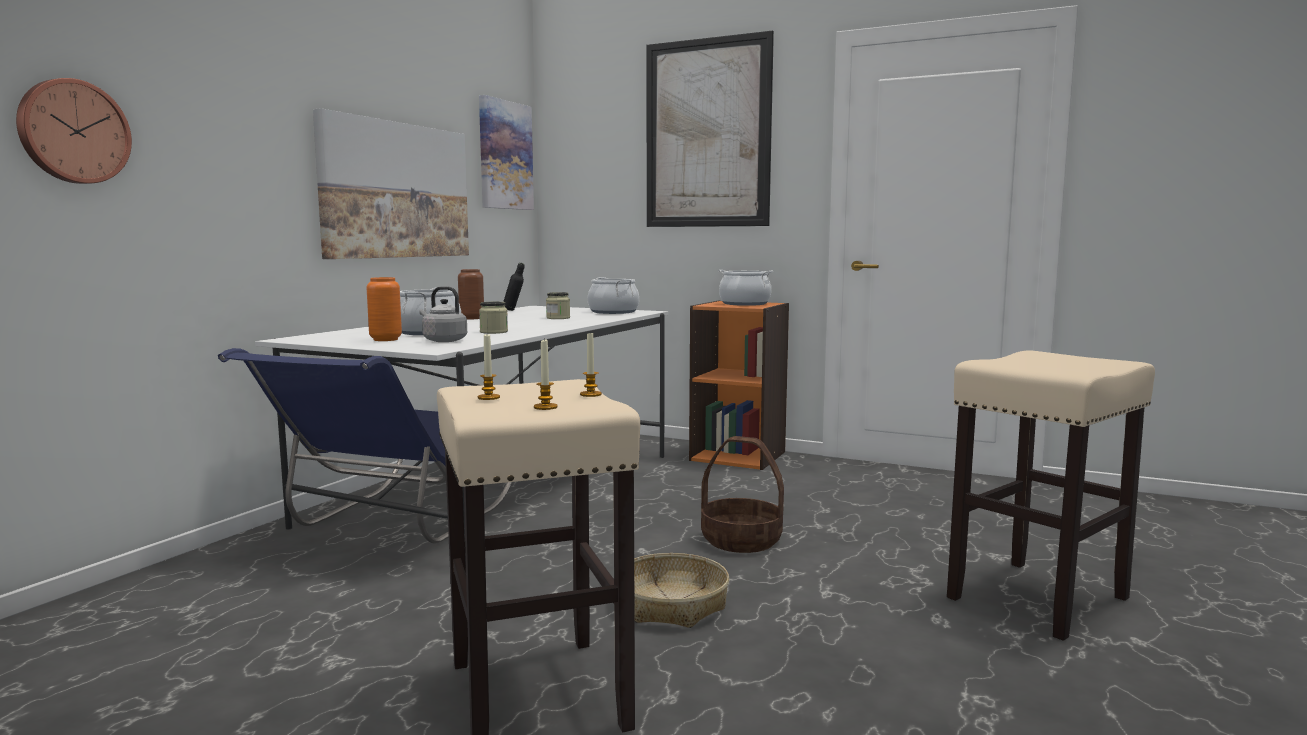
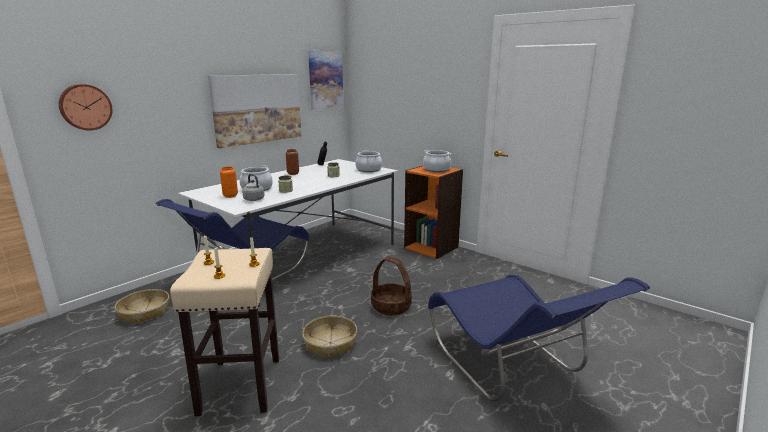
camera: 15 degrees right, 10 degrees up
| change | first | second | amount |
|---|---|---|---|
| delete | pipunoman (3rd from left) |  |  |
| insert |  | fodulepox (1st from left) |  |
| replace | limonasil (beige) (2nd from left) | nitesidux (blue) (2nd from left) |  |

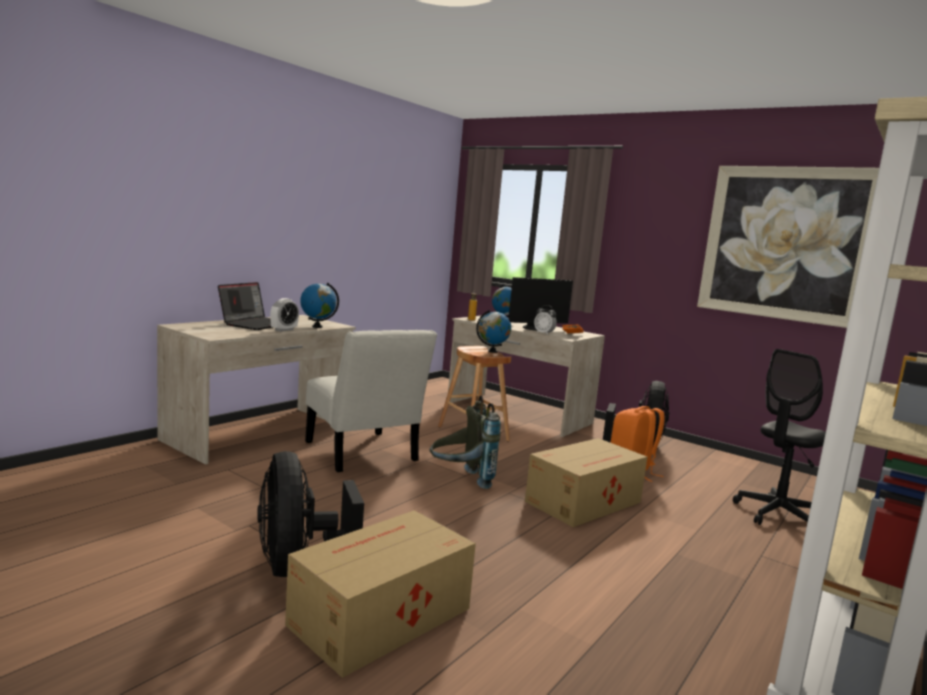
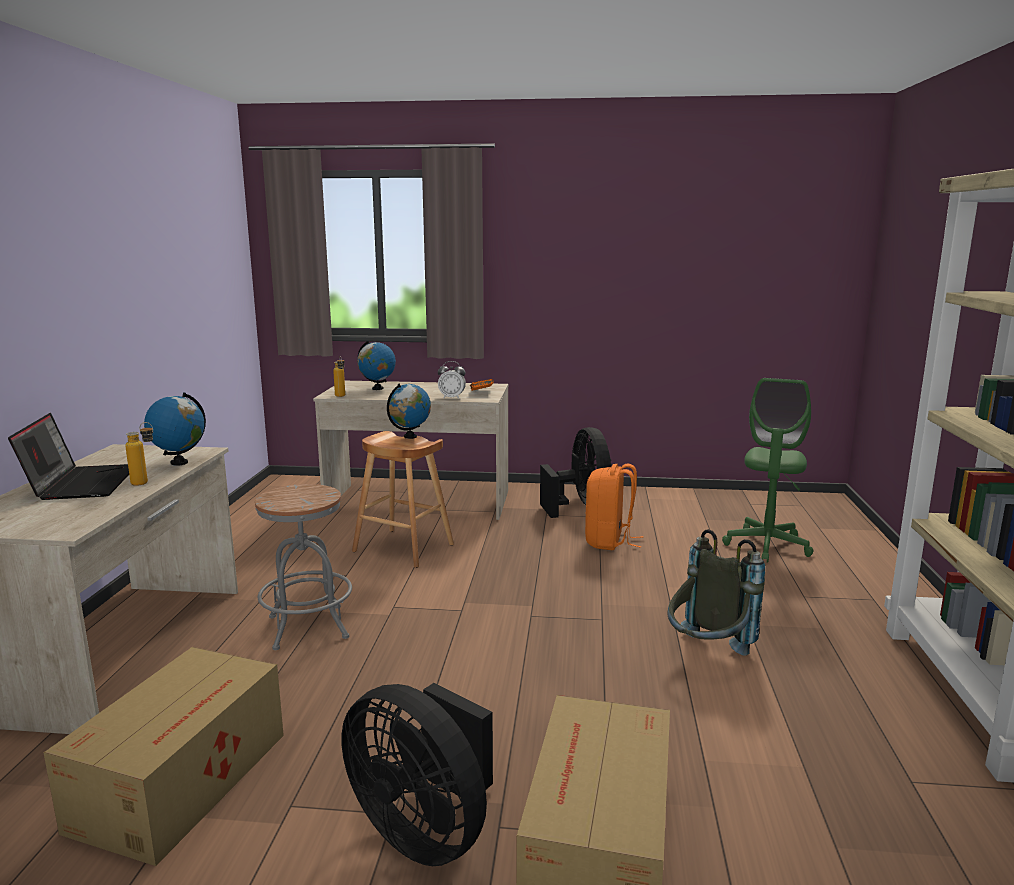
camera: 30 degrees left, 5 degrees up
| change | first | second | amount |
|---|---|---|---|
| delete | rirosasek |  |  |
| delete | pipunoman |  |  |
| move | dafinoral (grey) |  |  |
| move | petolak (2nd from left in the first image) | petolak (1st from left) |  |
| replace | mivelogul (1st from left) | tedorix (1st from left) |  |
| replace | nitesidux (white) | limonasil (grey) |  |
| recolor | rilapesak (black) | rilapesak (green) |  |

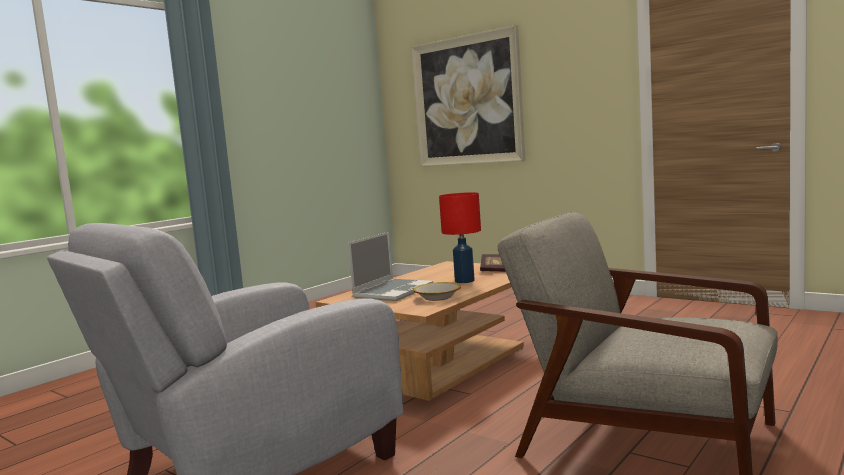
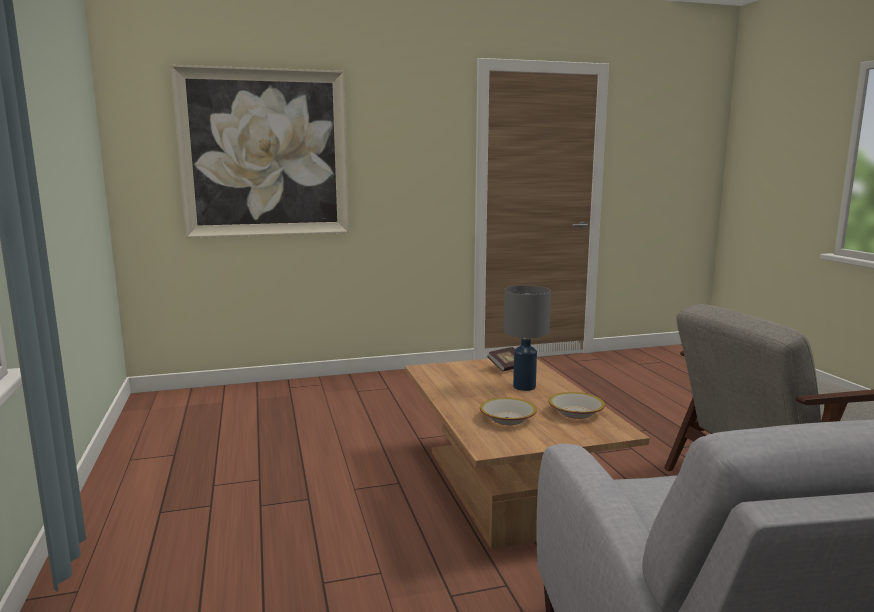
camera: 55 degrees left, 5 degrees up
| change | first | second | amount |
|---|---|---|---|
| replace | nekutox | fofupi (1st from left) |  |
| recolor | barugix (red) | barugix (grey) |  |

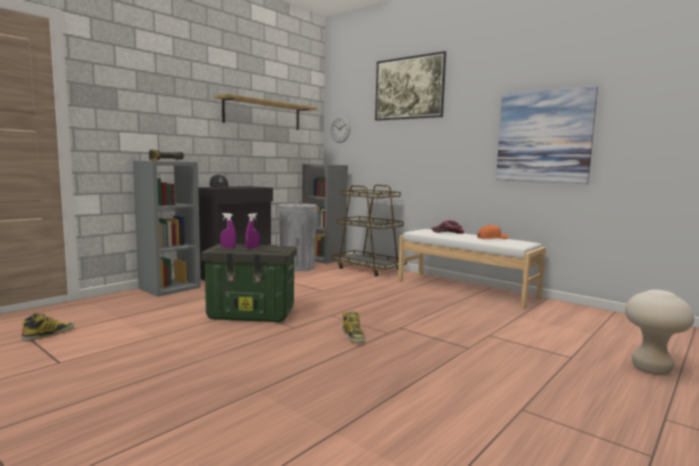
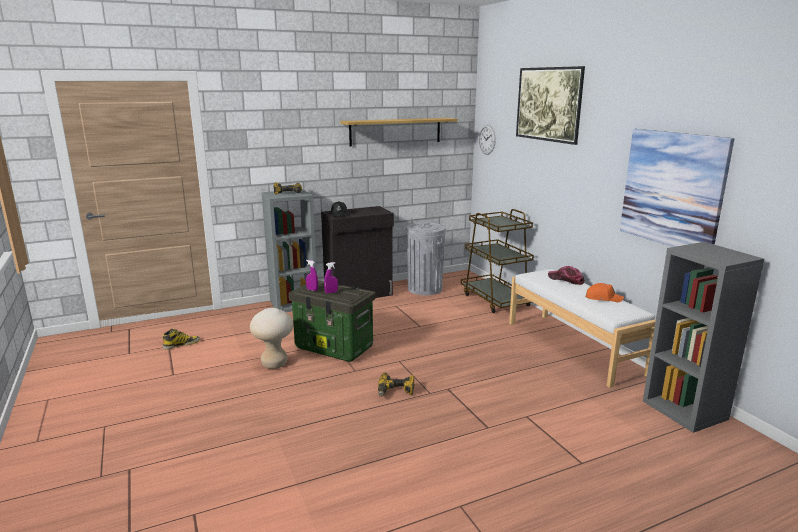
camera: 25 degrees right, 10 degrees up
| change | first | second | amount |
|---|---|---|---|
| move | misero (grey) (2nd from left) |  |  |
| move | limonasil (beige) |  |  |
| replace | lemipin (2nd from left) | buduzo (2nd from left) |  |

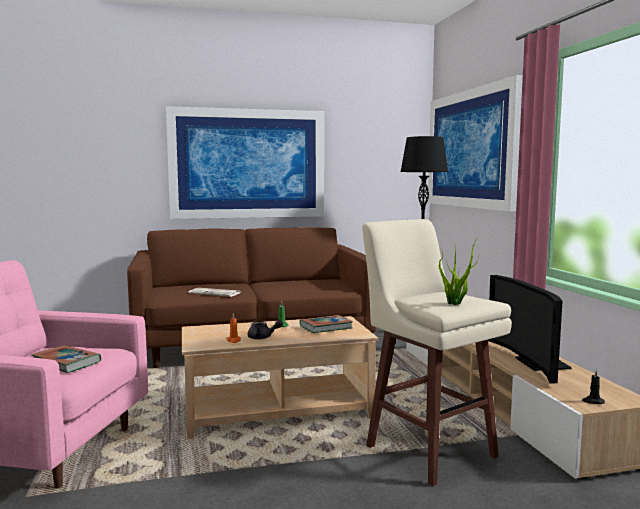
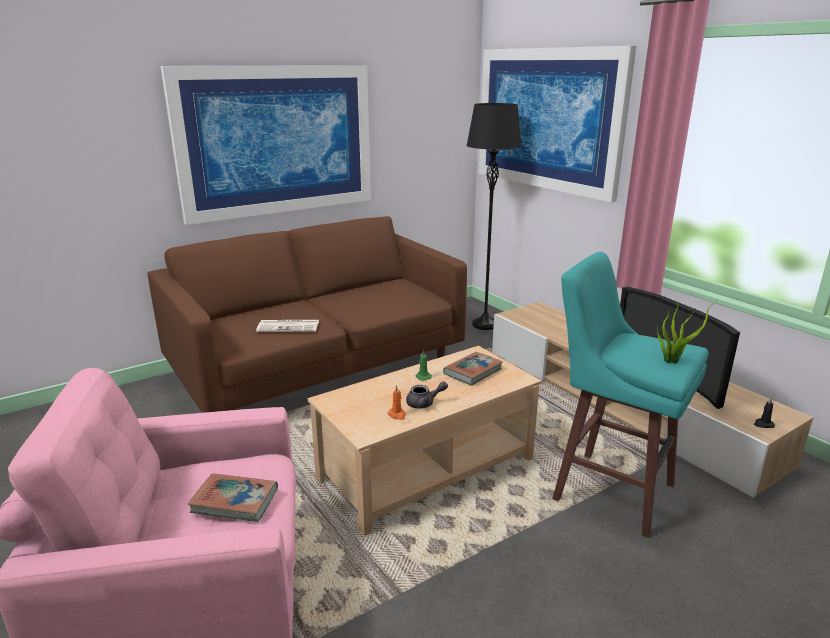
camera: 20 degrees left, 15 degrees up
| change | first | second | amount |
|---|---|---|---|
| recolor | limonasil (beige) | limonasil (turquoise) |  |

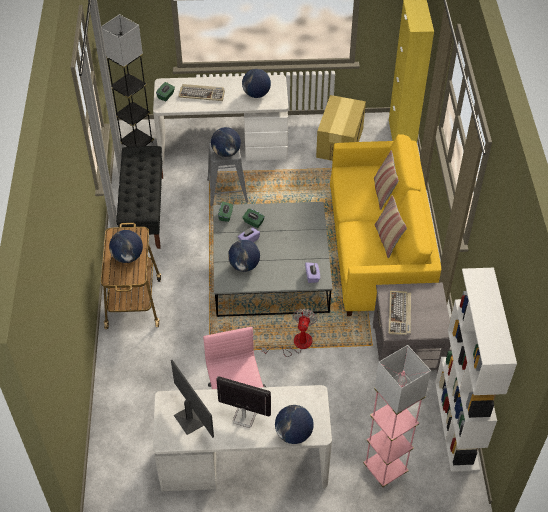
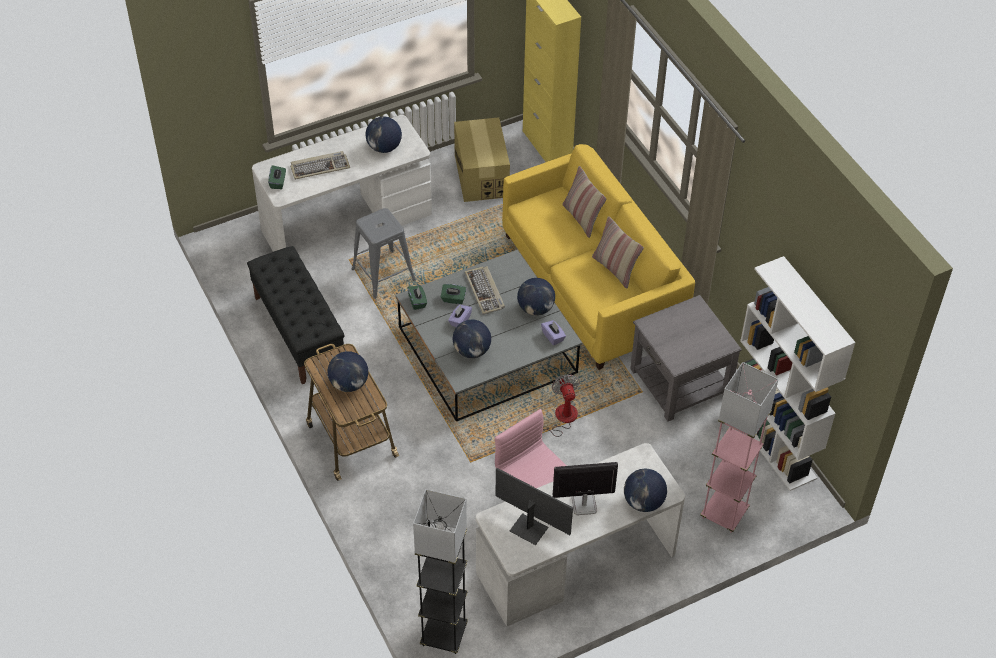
camera: 25 degrees left, 0 degrees up
| change | first | second | amount |
|---|---|---|---|
| move | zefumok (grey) |  |  |
| move | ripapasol (2nd from left in the first image) | ripapasol (4th from left) |  |
| move | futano (2nd from left) |  |  |

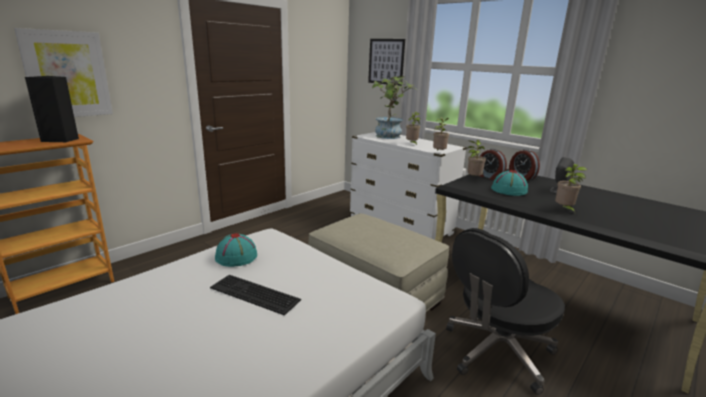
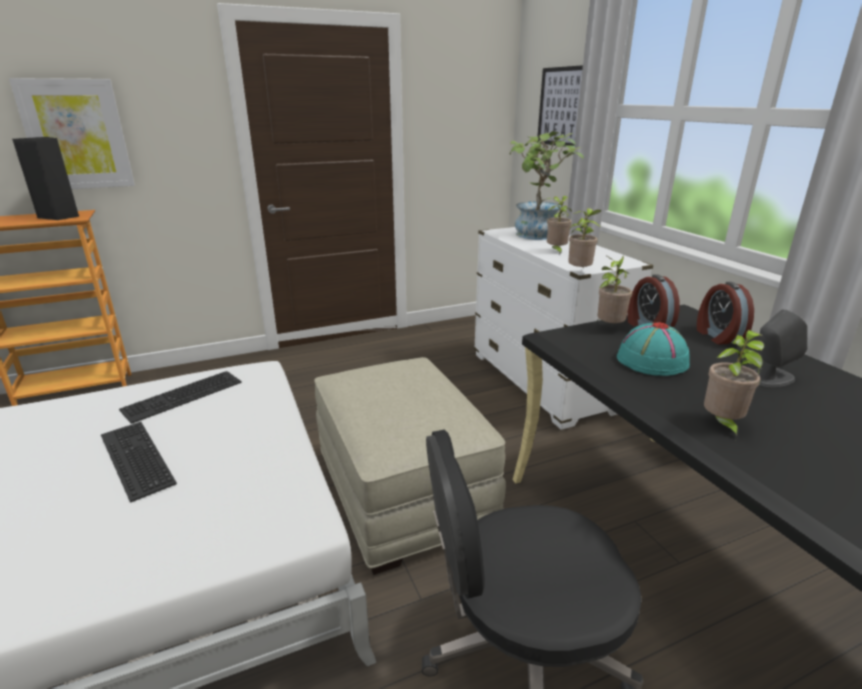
camera: 25 degrees right, 5 degrees up
| change | first | second | amount |
|---|---|---|---|
| replace | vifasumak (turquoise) (1st from left) | futano (2nd from left) |  |

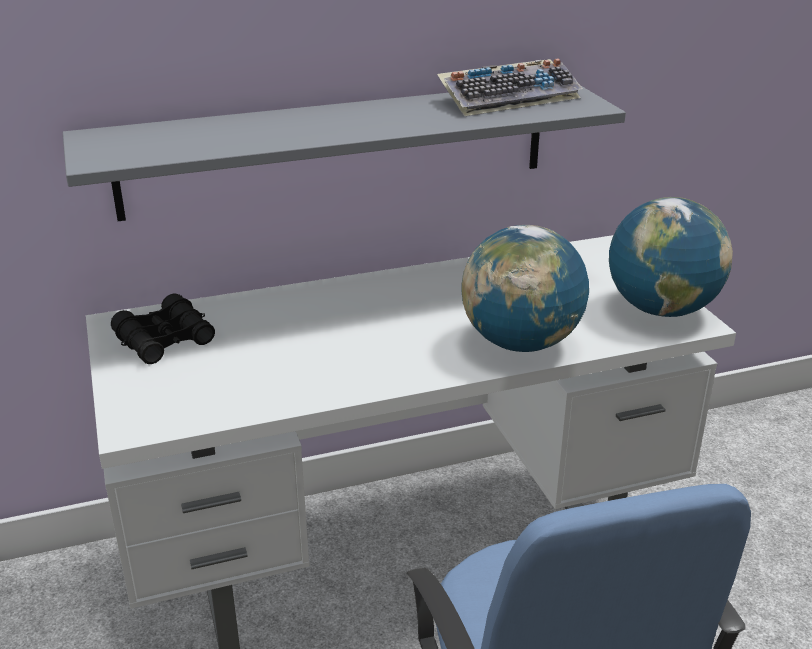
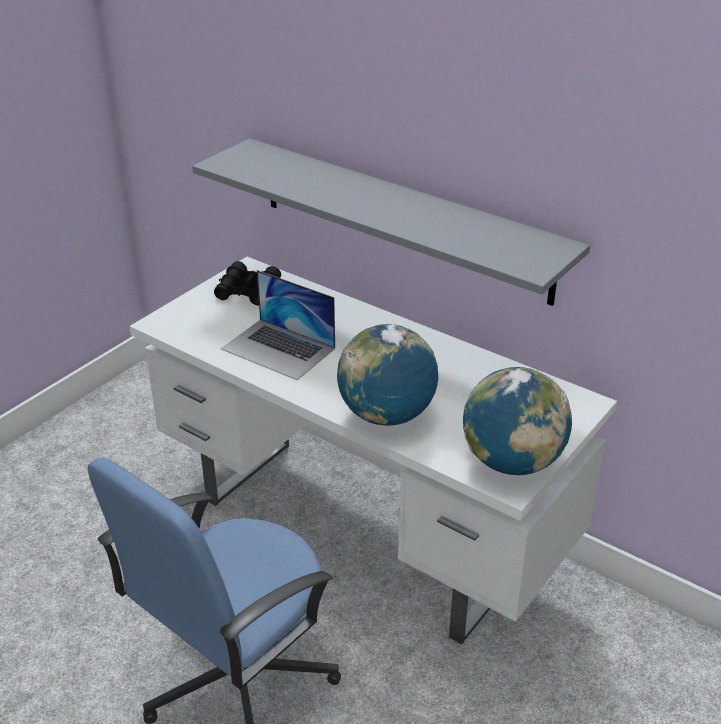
camera: 55 degrees right, 5 degrees up
| change | first | second | amount |
|---|---|---|---|
| delete | futano |  |  |
| insert |  | nekutox |  |

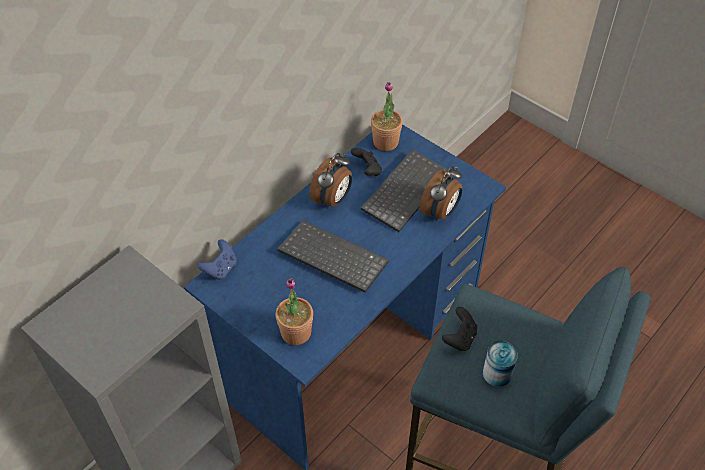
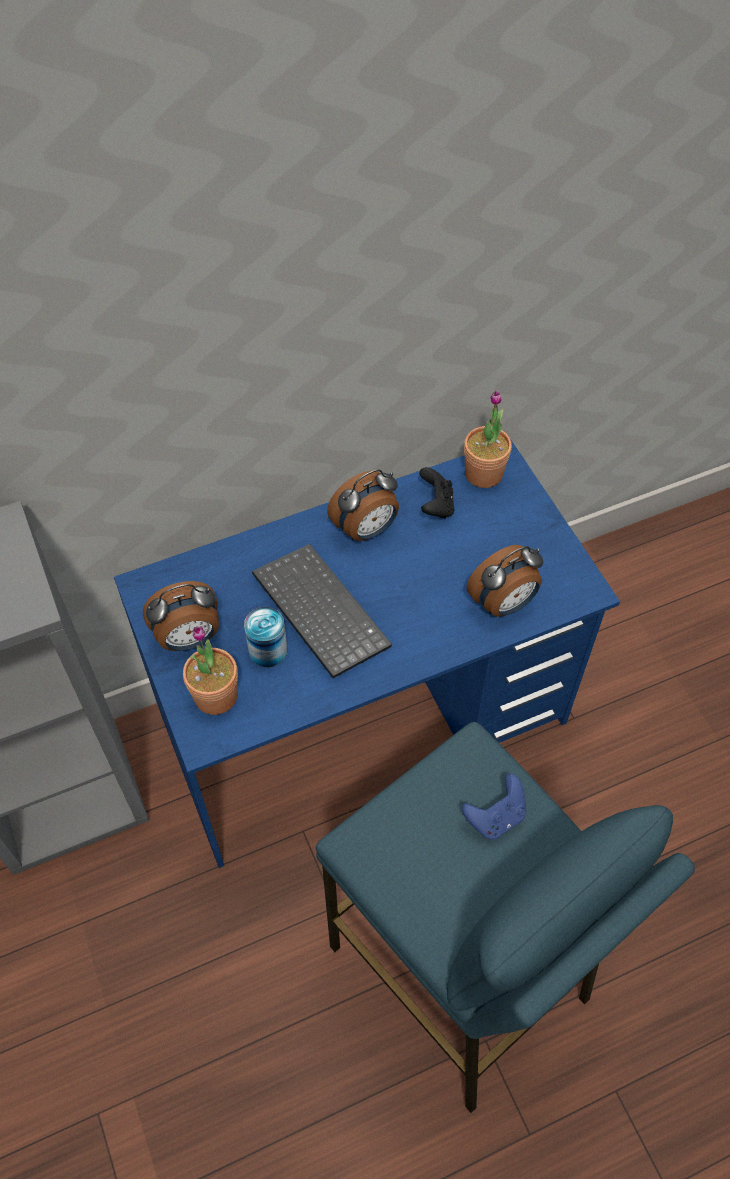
camera: 25 degrees right, 5 degrees up
| change | first | second | amount |
|---|---|---|---|
| delete | futano (2nd from left) |  |  |
| delete | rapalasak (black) (2nd from left) |  |  |
| insert |  | mivelogul (1st from left) |  |
| move | rapalasak (blue) |  |  |
| move | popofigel |  |  |

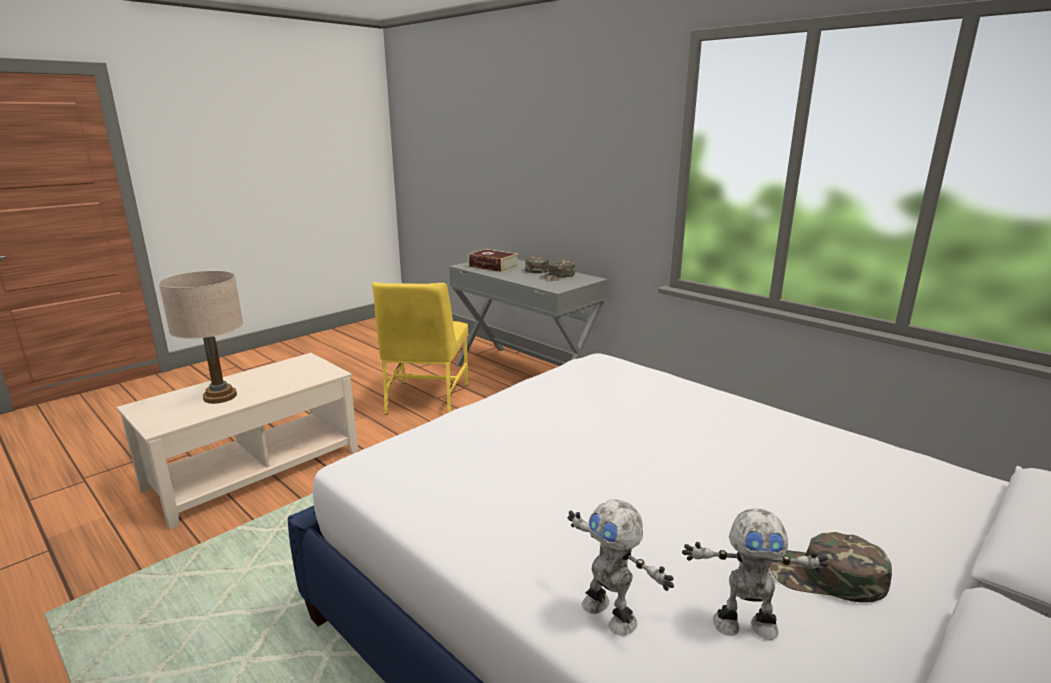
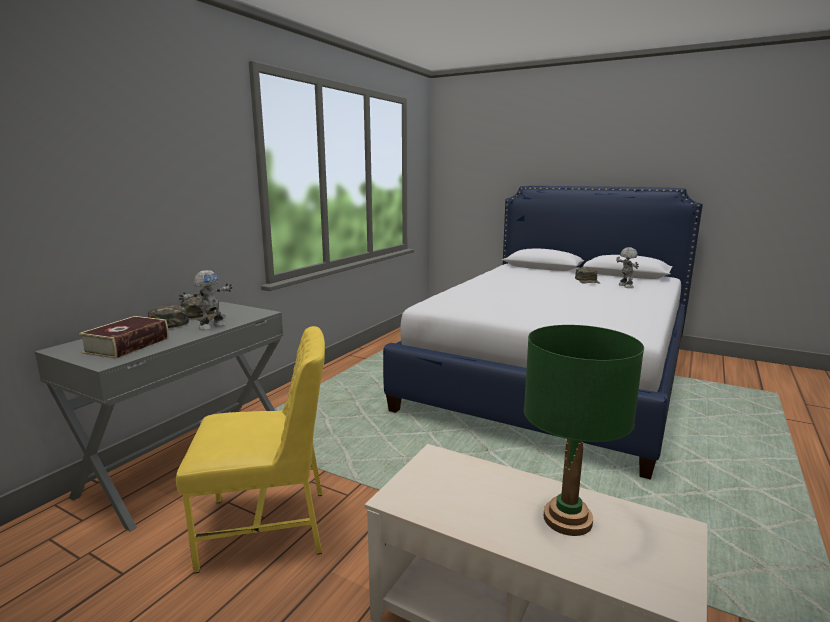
camera: 105 degrees left, 5 degrees down
| change | first | second | amount |
|---|---|---|---|
| move | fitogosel (1st from left) |  |  |
| recolor | barugix (beige) | barugix (green) |  |

